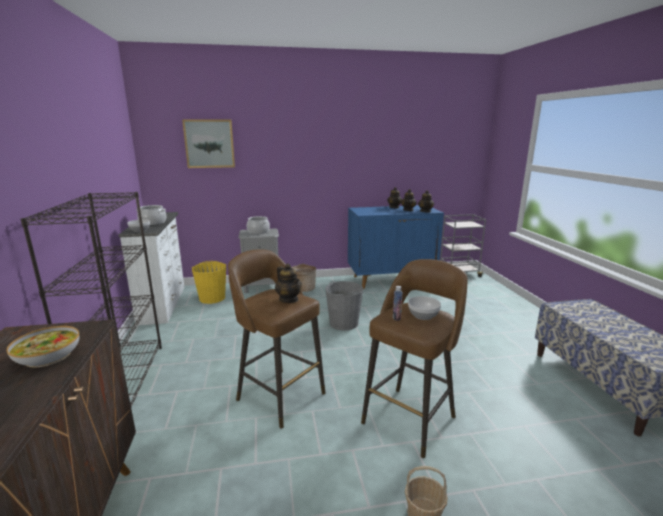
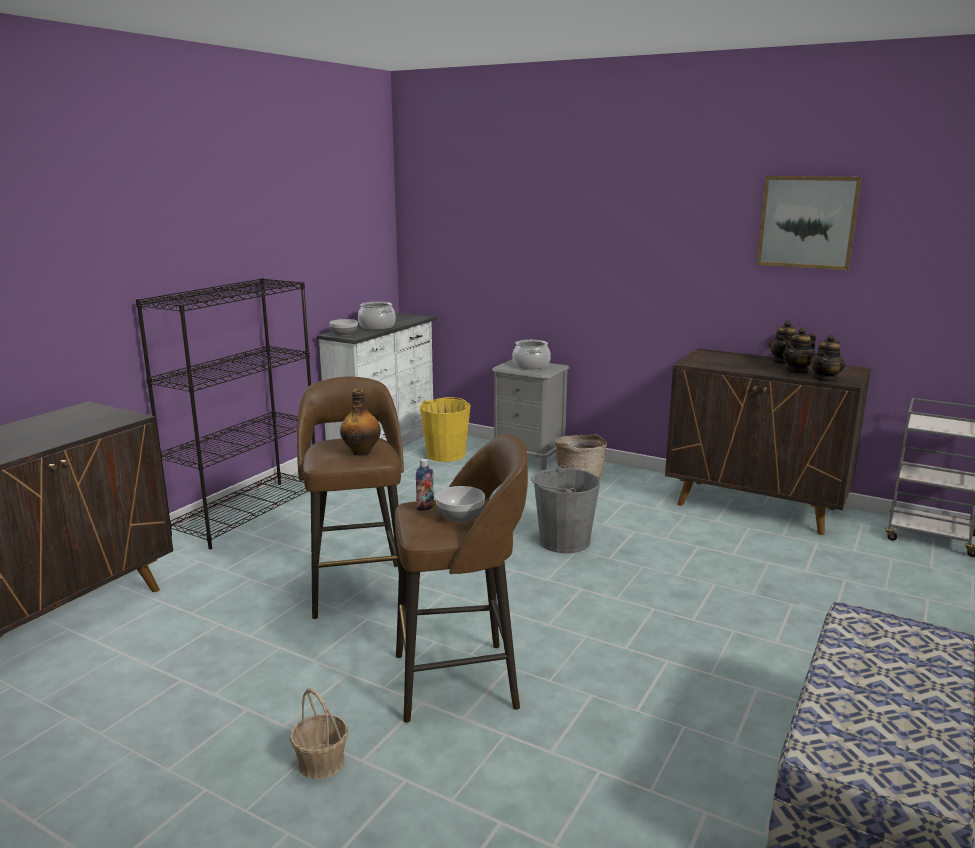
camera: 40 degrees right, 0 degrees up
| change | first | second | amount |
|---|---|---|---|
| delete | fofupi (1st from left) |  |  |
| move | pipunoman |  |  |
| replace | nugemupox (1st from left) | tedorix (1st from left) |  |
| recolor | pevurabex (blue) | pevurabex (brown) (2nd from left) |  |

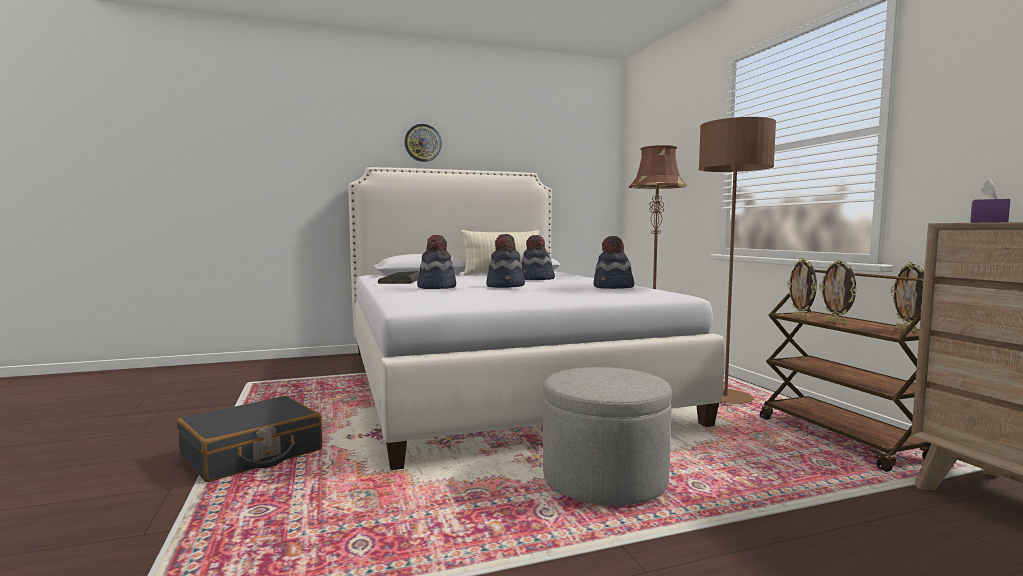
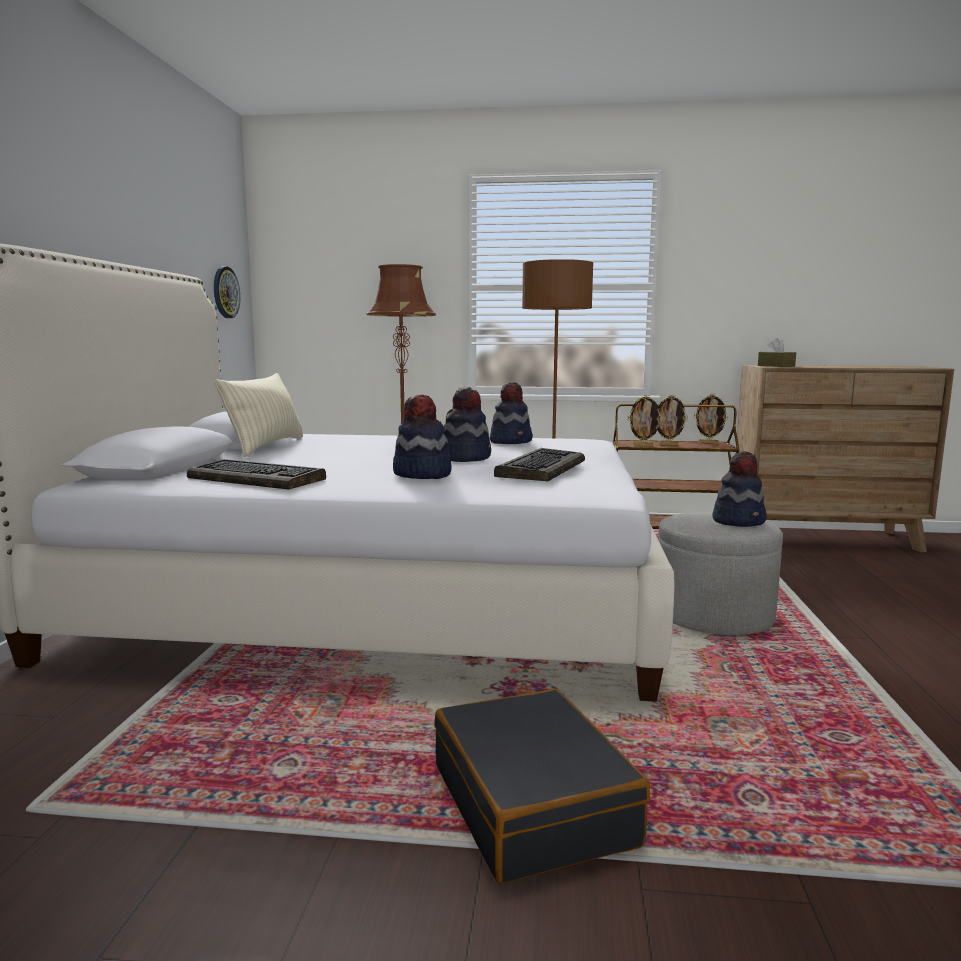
camera: 65 degrees left, 5 degrees up
| change | first | second | amount |
|---|---|---|---|
| insert |  | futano (2nd from left) |  |
| move | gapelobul |  |  |
| move | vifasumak (3rd from left in the first image) | vifasumak (4th from left) |  |
| recolor | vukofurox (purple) | vukofurox (brown) |  |

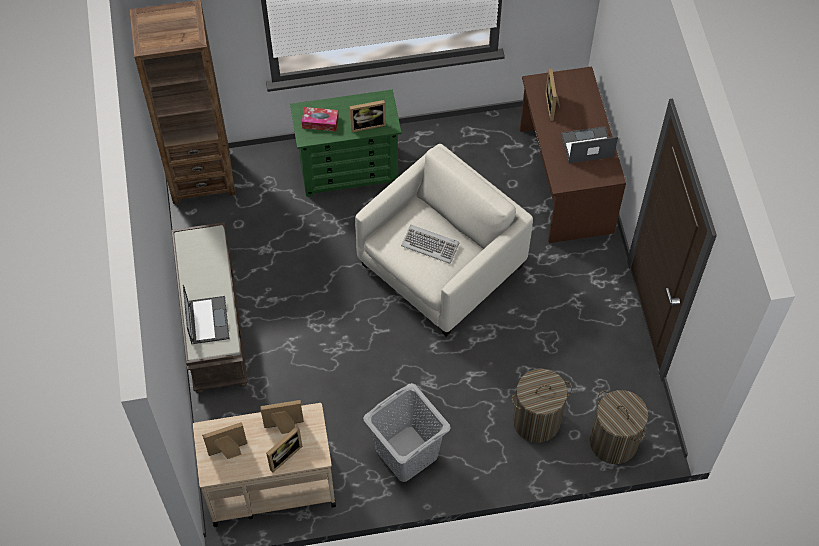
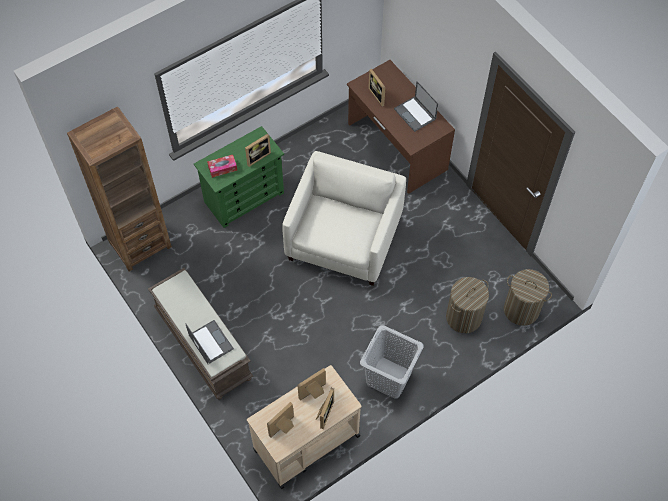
camera: 25 degrees left, 0 degrees up
| change | first | second | amount |
|---|---|---|---|
| delete | futano |  |  |
| rotate | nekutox (2nd from left) |  | 90 degrees counterclockwise |

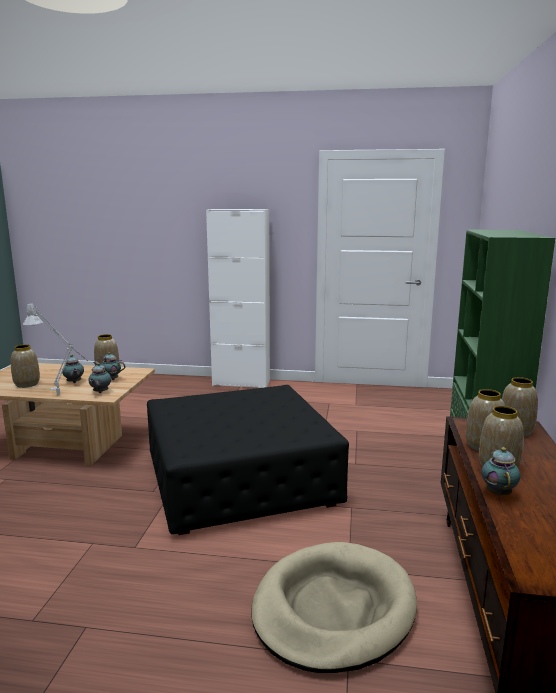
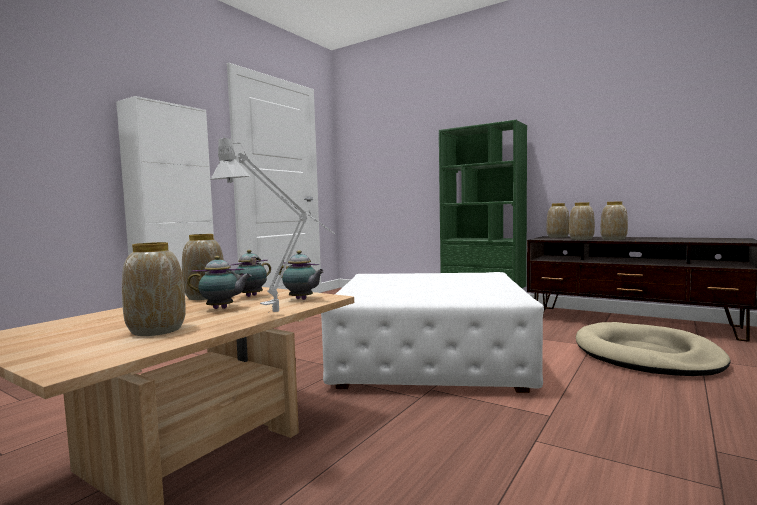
camera: 65 degrees left, 10 degrees down
| change | first | second | amount |
|---|---|---|---|
| delete | nugemupox (4th from left) |  |  |
| recolor | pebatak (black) | pebatak (white) |  |

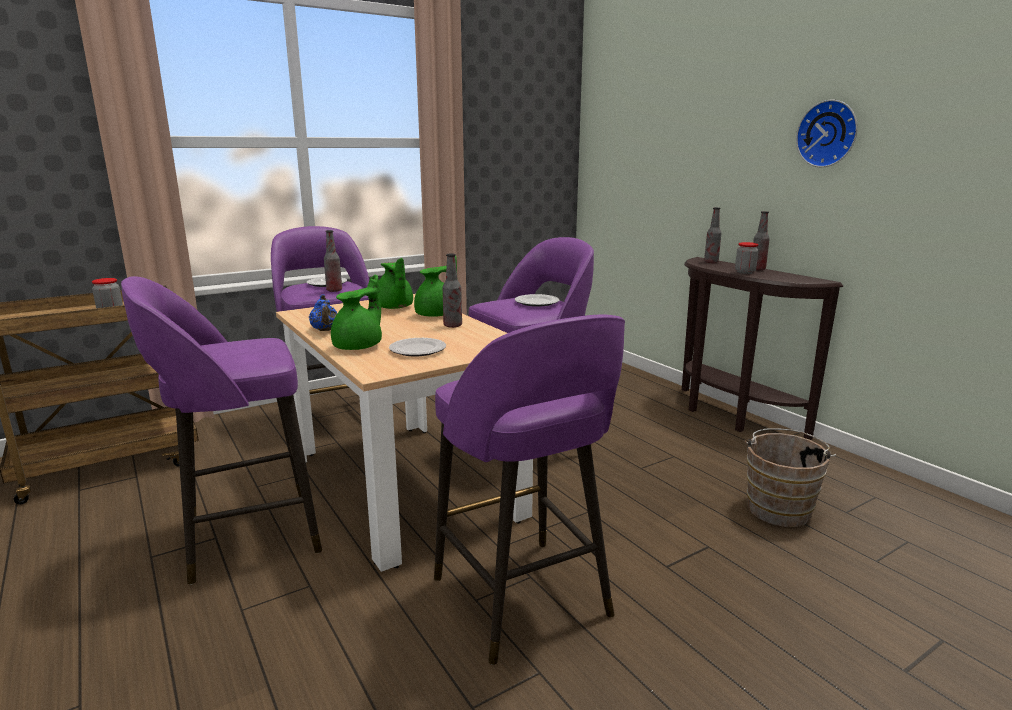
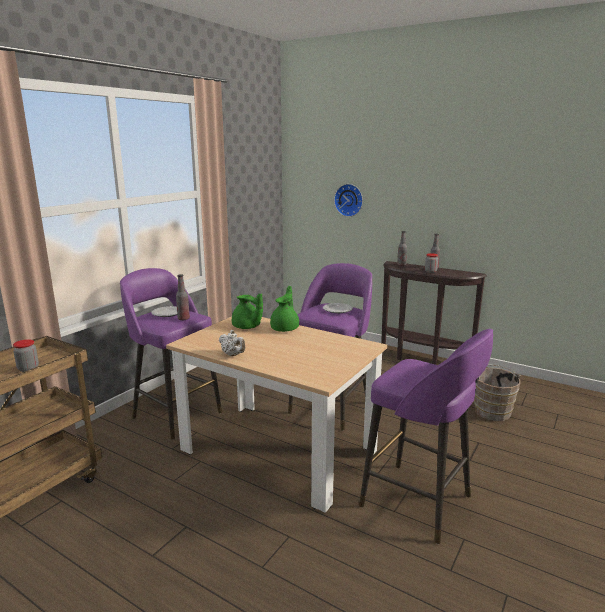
camera: 25 degrees left, 0 degrees up
| change | first | second | amount |
|---|---|---|---|
| delete | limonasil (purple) (1st from left) |  |  |
| delete | nugemupox (green) (1st from left) |  |  |
| delete | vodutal (2nd from left) |  |  |
| delete | tedorix (2nd from left) |  |  |
| move | gapelobul |  |  |
| recolor | nugemupox (blue) | nugemupox (white) |  |

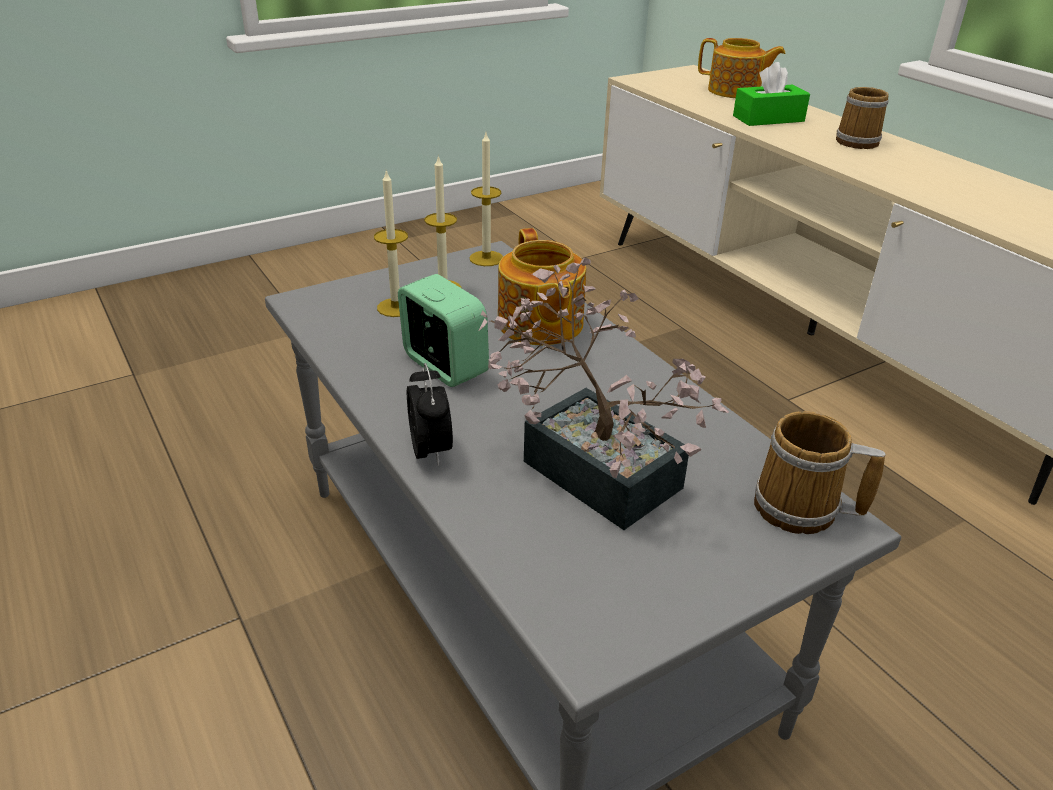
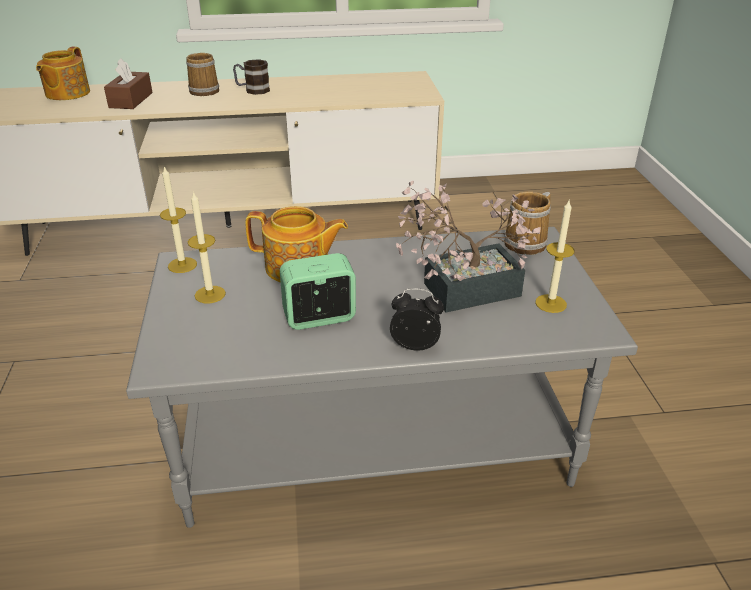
camera: 65 degrees left, 0 degrees up
| change | first | second | amount |
|---|---|---|---|
| insert |  | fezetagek (2nd from left) |  |
| move | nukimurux (1st from left in the first image) | nukimurux (3rd from left) |  |
| recolor | vukofurox (green) | vukofurox (brown) |  |
| rotate | nugemupox (2nd from left in the first image) | nugemupox (1st from left) | 150 degrees clockwise |

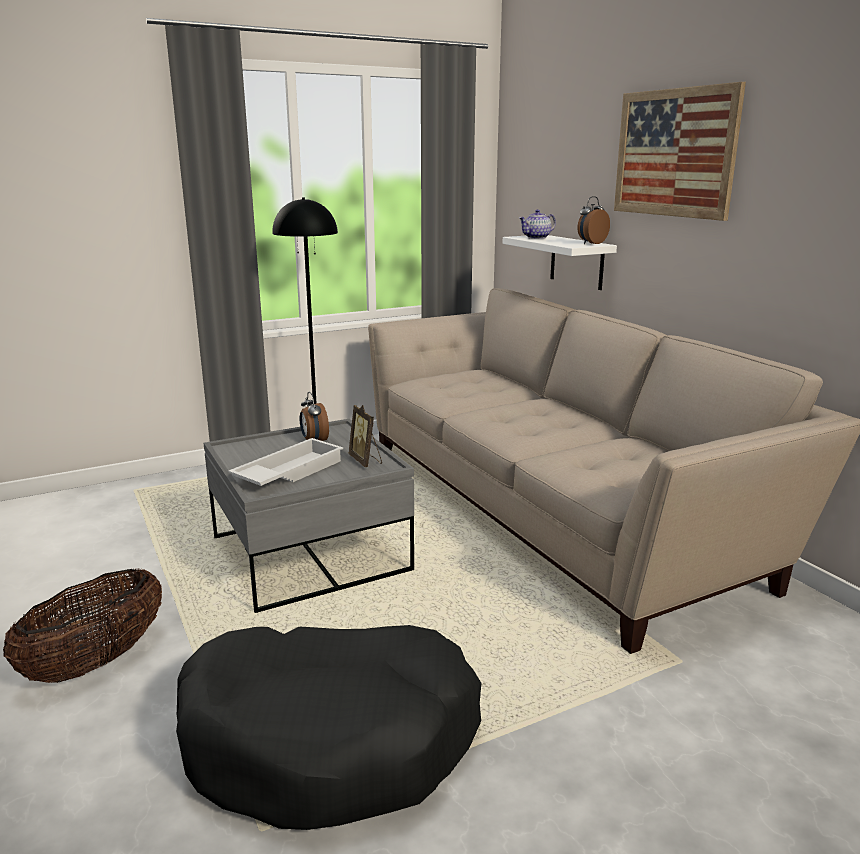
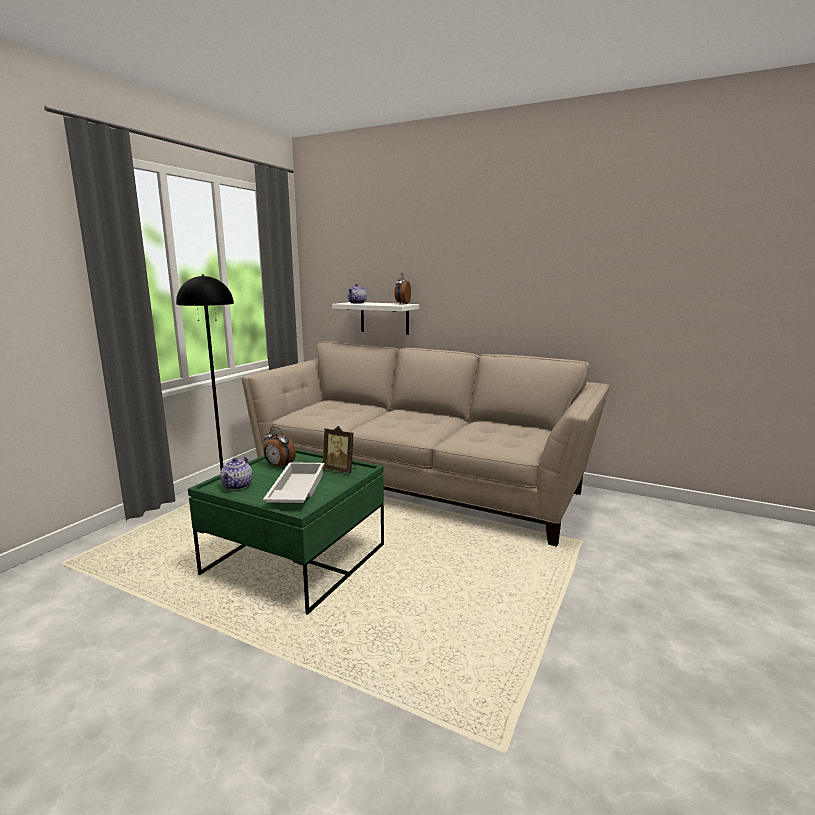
camera: 35 degrees left, 5 degrees down
| change | first | second | amount |
|---|---|---|---|
| delete | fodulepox |  |  |
| delete | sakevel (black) |  |  |
| delete | pipunoman |  |  |
| insert |  | nugemupox (1st from left) |  |
| recolor | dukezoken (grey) | dukezoken (green) |  |

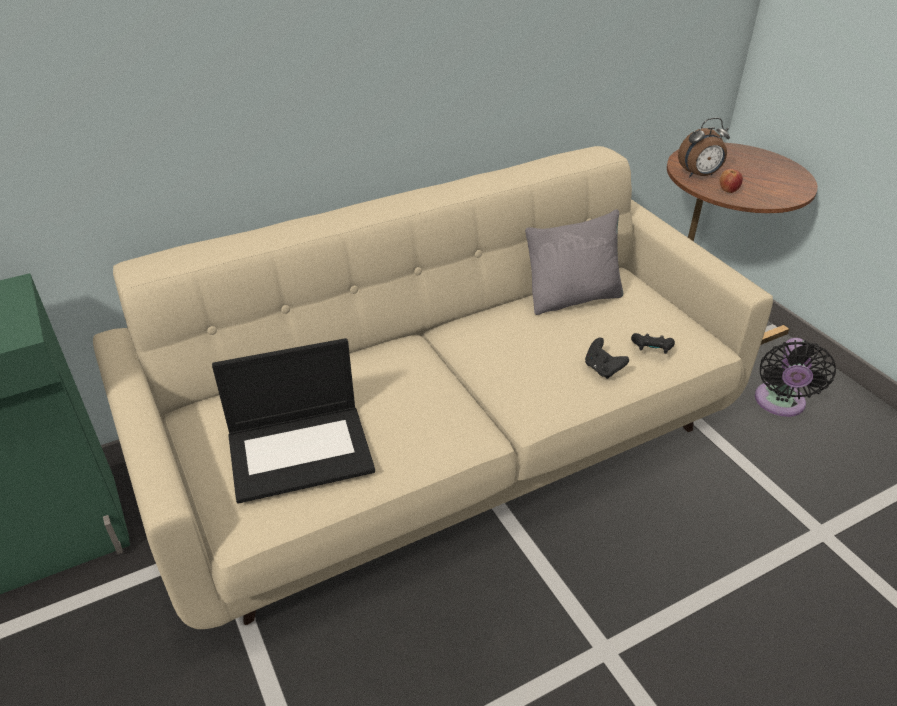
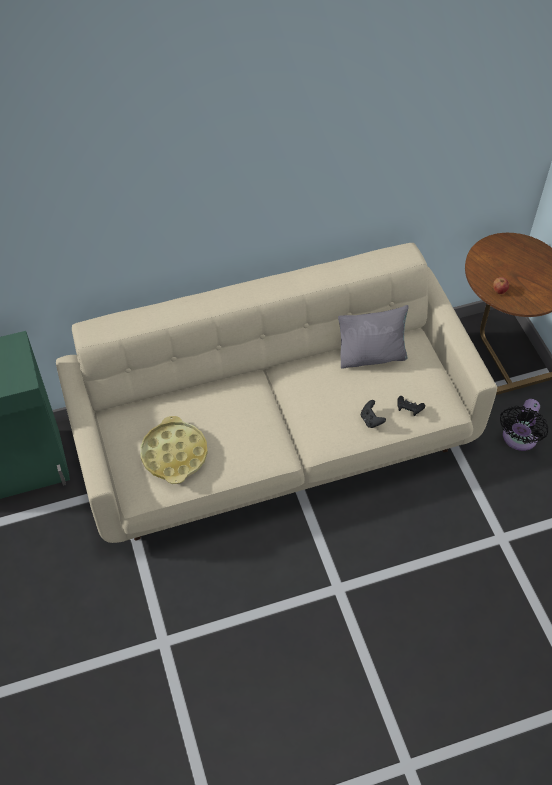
camera: 10 degrees right, 15 degrees up
| change | first | second | amount |
|---|---|---|---|
| delete | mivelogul |  |  |
| replace | nekutox | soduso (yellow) |  |

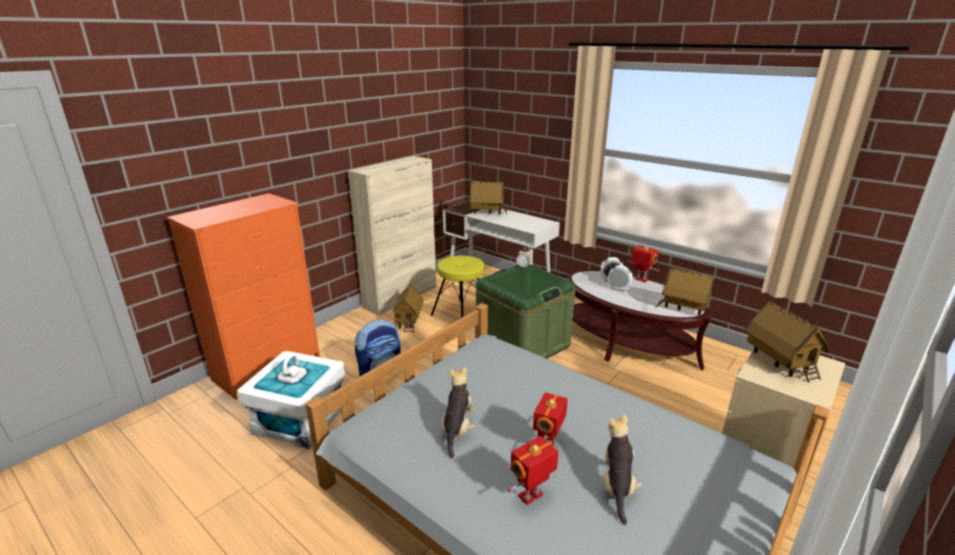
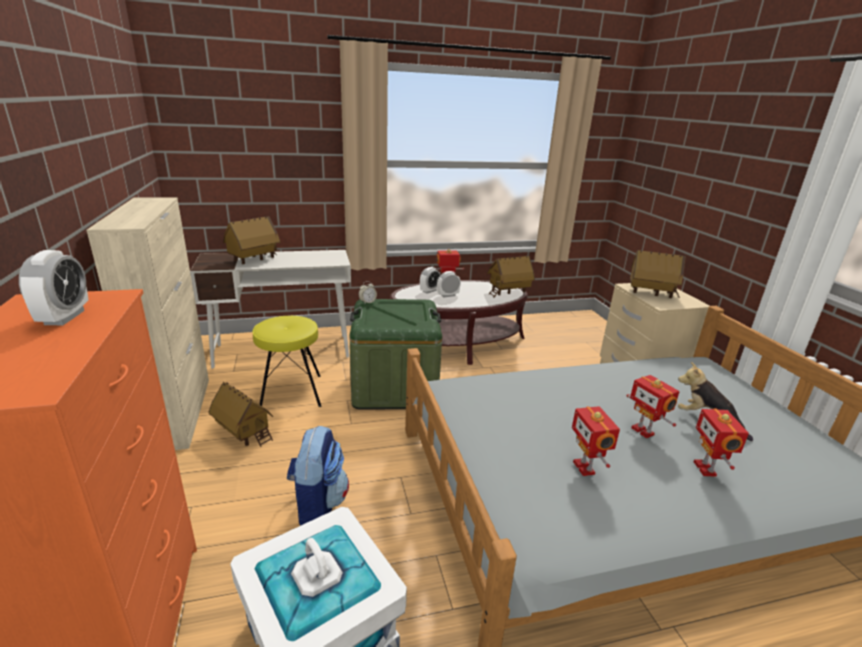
camera: 55 degrees left, 0 degrees up
| change | first | second | amount |
|---|---|---|---|
| insert |  | mivelogul (1st from left) |  |
| replace | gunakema (1st from left) | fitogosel (2nd from left) |  |

